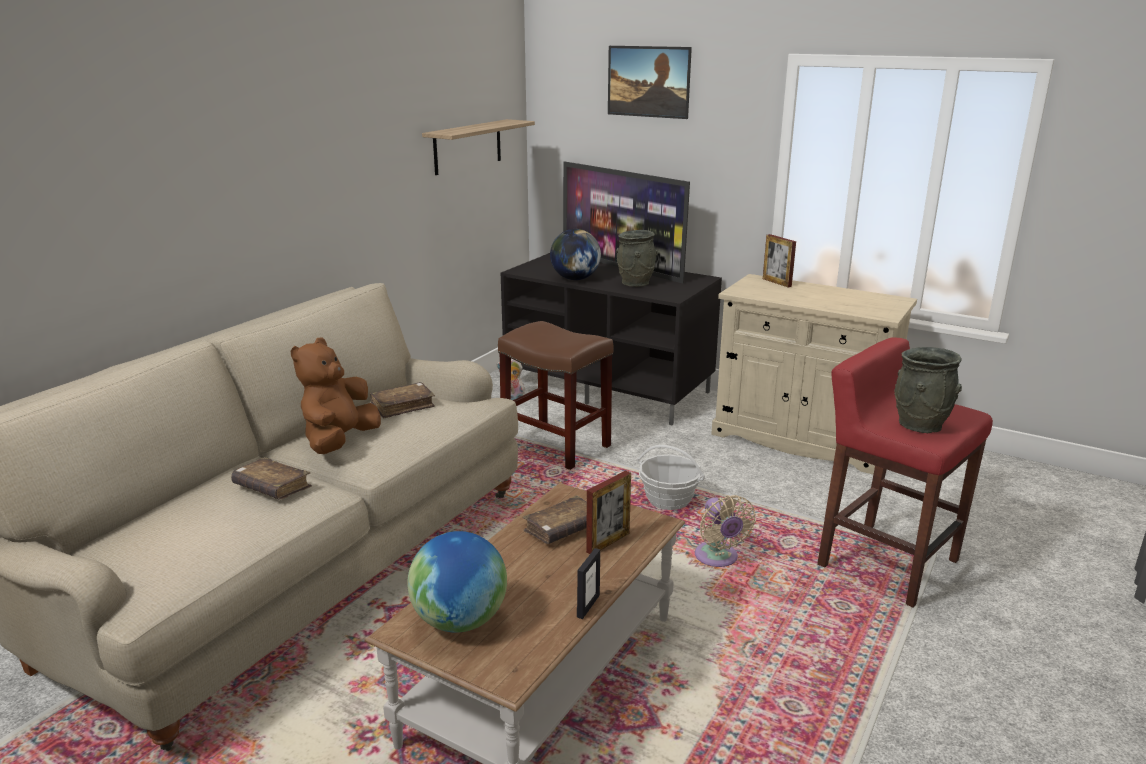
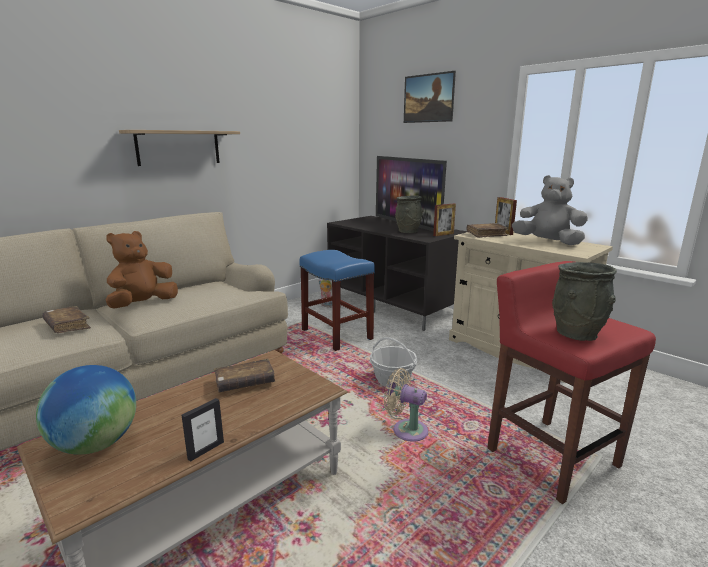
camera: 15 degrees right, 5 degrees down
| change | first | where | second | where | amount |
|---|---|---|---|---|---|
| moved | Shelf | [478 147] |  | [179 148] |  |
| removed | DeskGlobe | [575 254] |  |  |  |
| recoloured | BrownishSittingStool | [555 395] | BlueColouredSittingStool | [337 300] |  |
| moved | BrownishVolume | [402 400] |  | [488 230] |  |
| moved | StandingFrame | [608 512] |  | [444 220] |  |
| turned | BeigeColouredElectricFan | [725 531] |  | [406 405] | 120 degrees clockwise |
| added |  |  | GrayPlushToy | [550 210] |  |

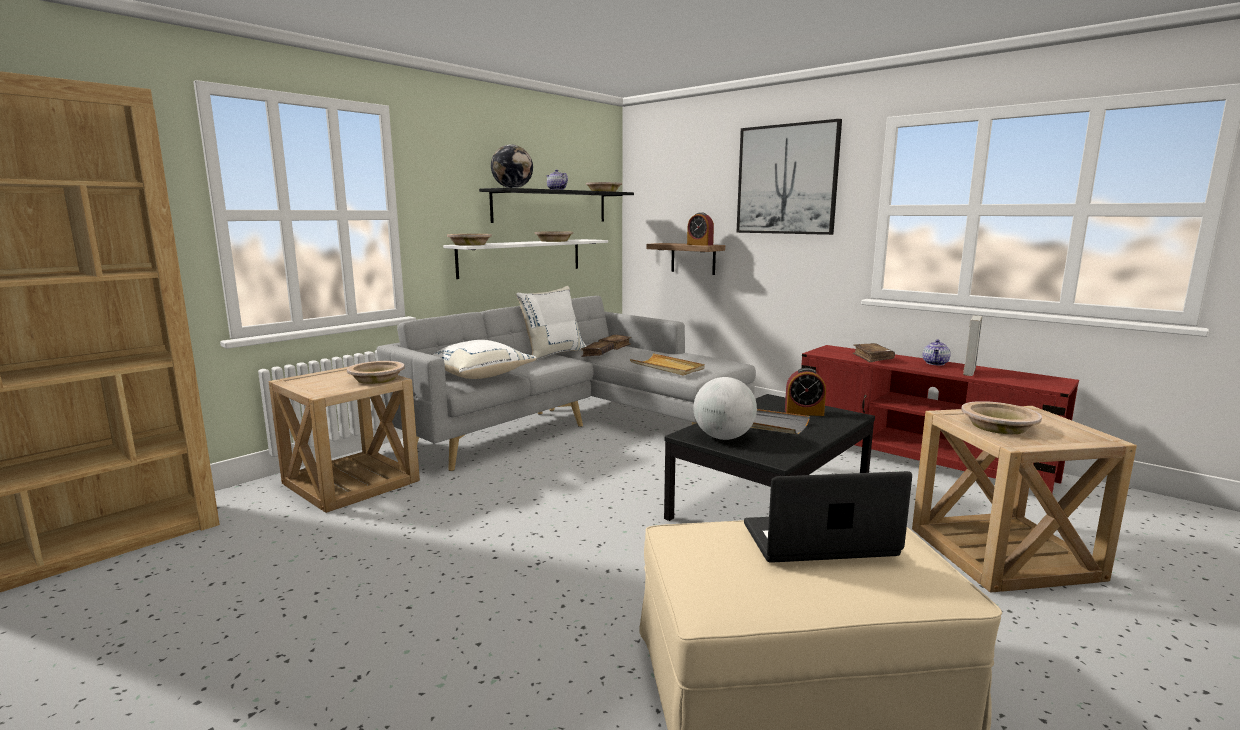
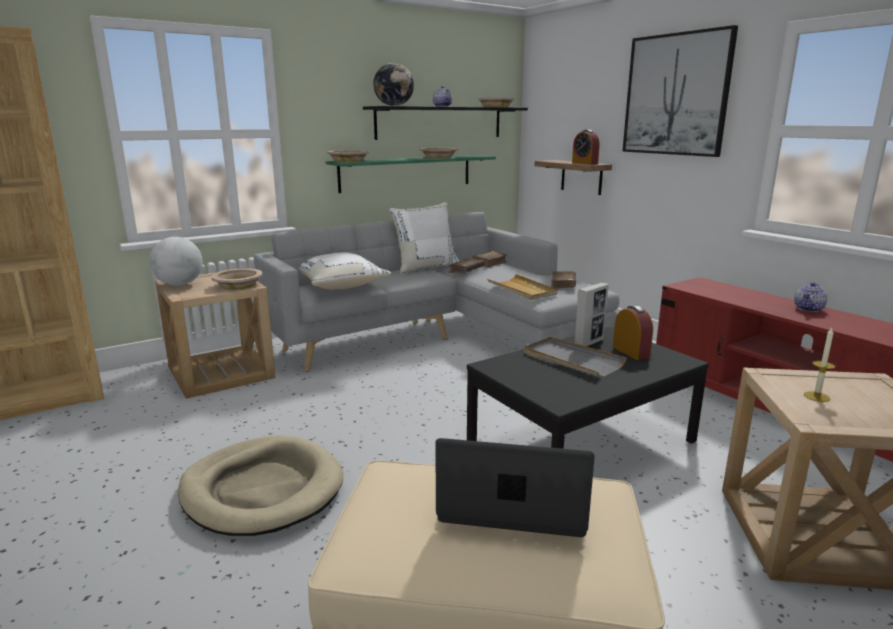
camera: 15 degrees right, 5 degrees up
| change | first | where | second | where | amount |
|---|---|---|---|---|---|
| recoloured | WhiteColouredShelf | [525 259] | GreenishShelf | [411 174] |  |
| moved | StandingFrame | [972 345] |  | [591 315] |  |
| moved | BrownishVolume | [874 352] |  | [563 280] |  |
| turned | TableClock | [805 392] |  | [633 332] | 135 degrees counterclockwise |
| moved | DeskGlobe | [725 408] |  | [176 261] |  |
| replaced | BeigeColouredDeepDish | [1001 417] | Candle | [819 365] |  |
| added |  |  | BeigeColouredPetBed | [260 485] |  |

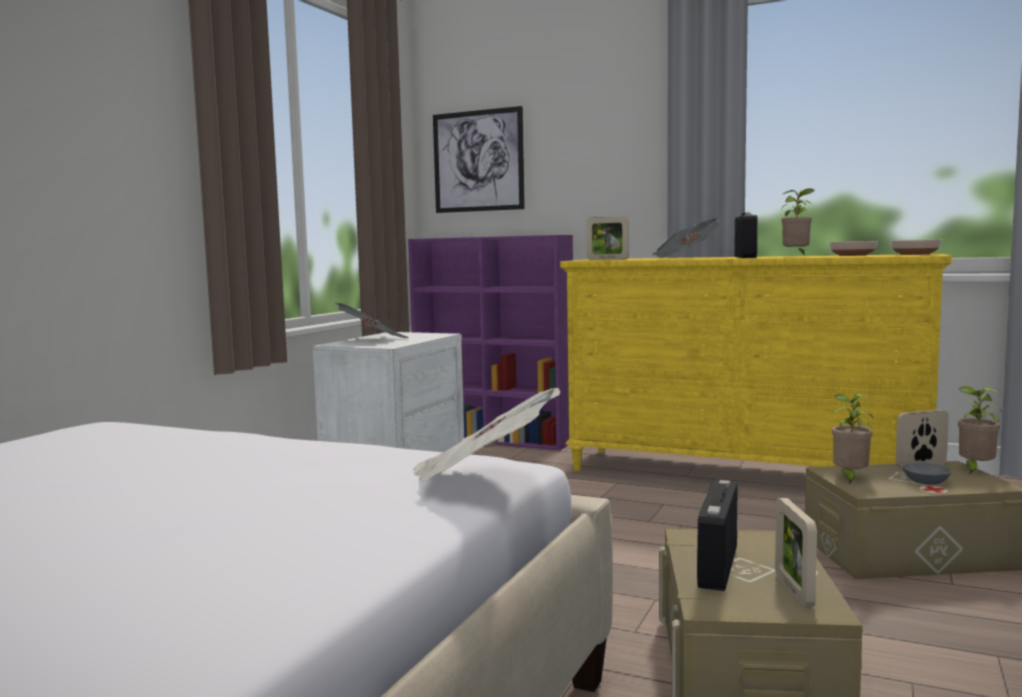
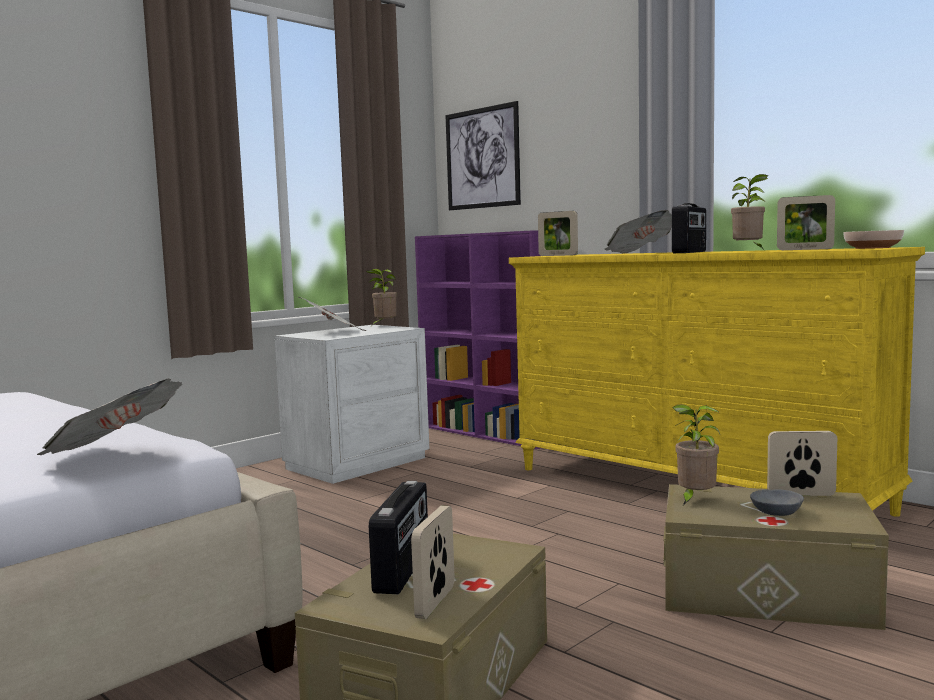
camera: 20 degrees right, 0 degrees up
| change | first | where | second | where | amount |
|---|---|---|---|---|---|
| replaced | DeepDish | [853 248] | StandingFrame | [806 222] |  |
| moved | PottedPlant | [980 430] |  | [381 297] |  |
| turned | Radio | [717 535] |  | [398 537] | 150 degrees clockwise |

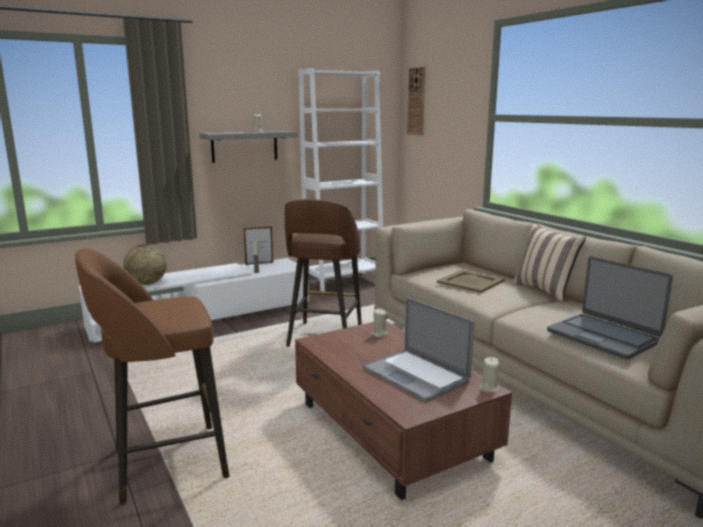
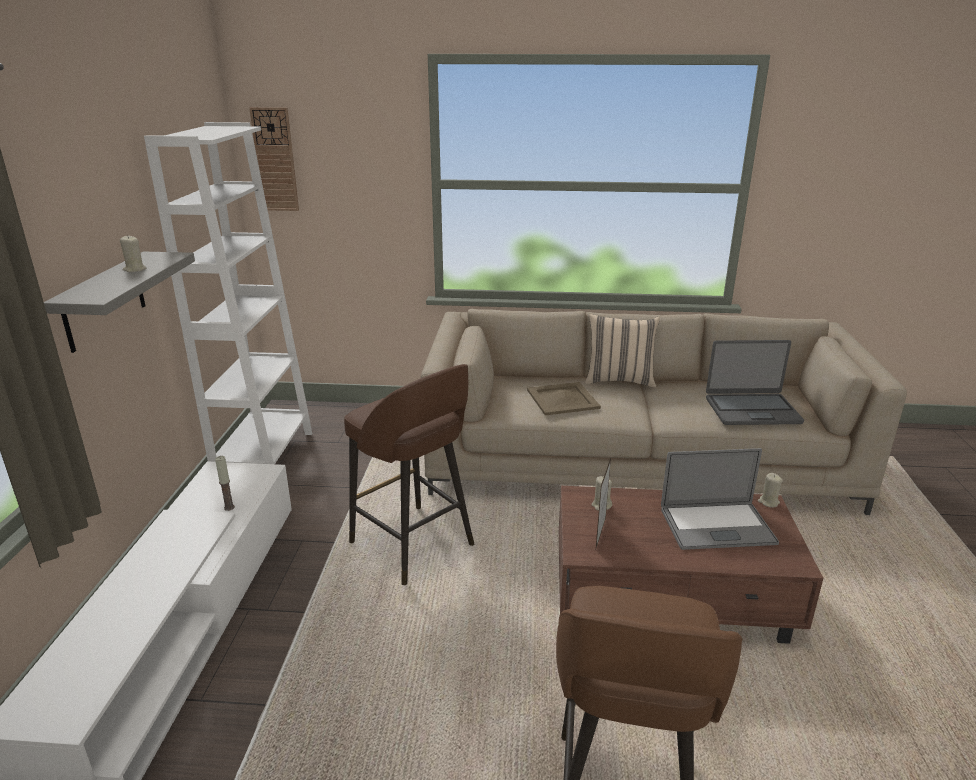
camera: 55 degrees left, 10 degrees up
| change | first | where | second | where | amount |
|---|---|---|---|---|---|
| moved | StandingFrame | [258 245] |  | [603 502] |  |
| removed | DeskGlobe | [145 264] |  |  |  |

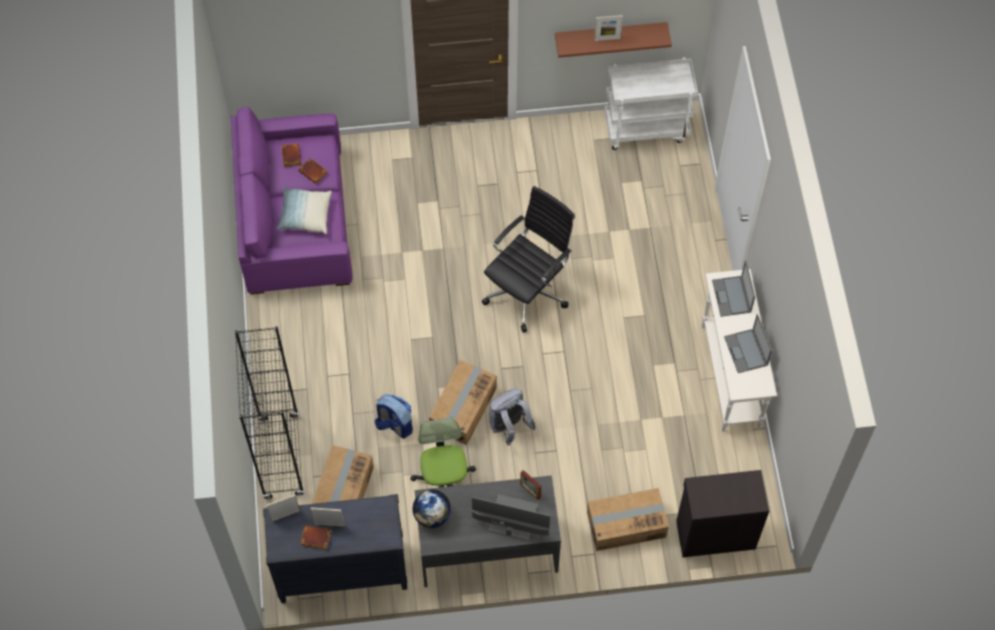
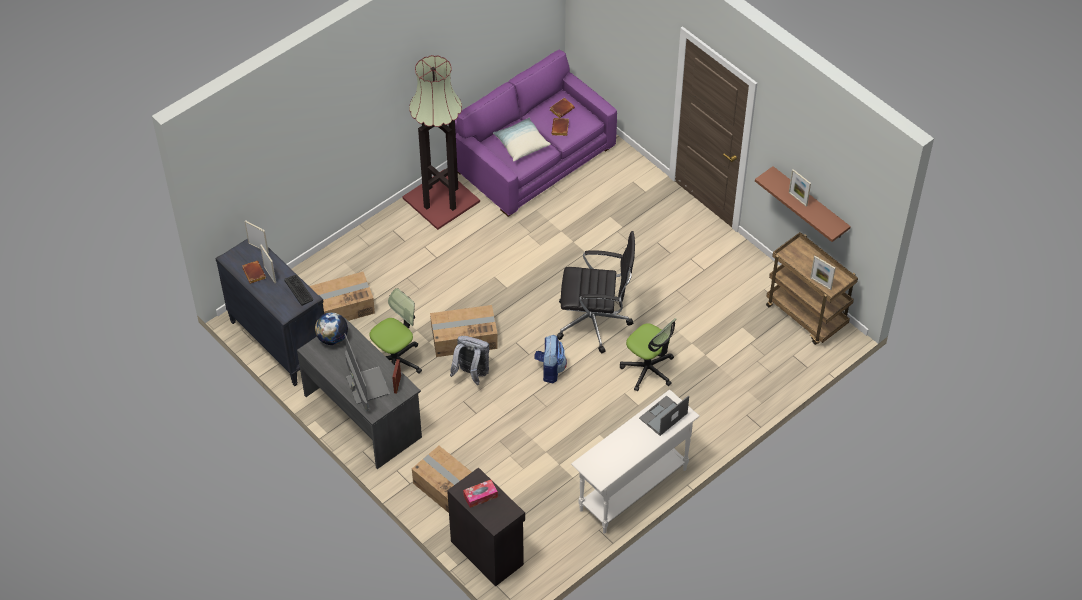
camera: 55 degrees right, 10 degrees down
| change | first | where | second | where | amount |
|---|---|---|---|---|---|
| recoloured | WhiteColouredWheeledCart | [651 104] | BrownishWheeledCart | [812 288] |  |
| removed | NotebookComputer | [748 343] |  |  |  |
| removed | BlackShelvingUnit | [270 412] |  |  |  |
| moved | Rucksack | [394 416] |  | [550 359] |  |
| added |  |  | FloorLamp | [441 142] |  |
| added |  |  | StandingFrame | [823 273] |  |
| added |  |  | PcKeyboard | [298 290] |  |
| added |  |  | OfficeChair | [648 354] |  |
| added |  |  | BoxOfTissues | [480 494] |  |

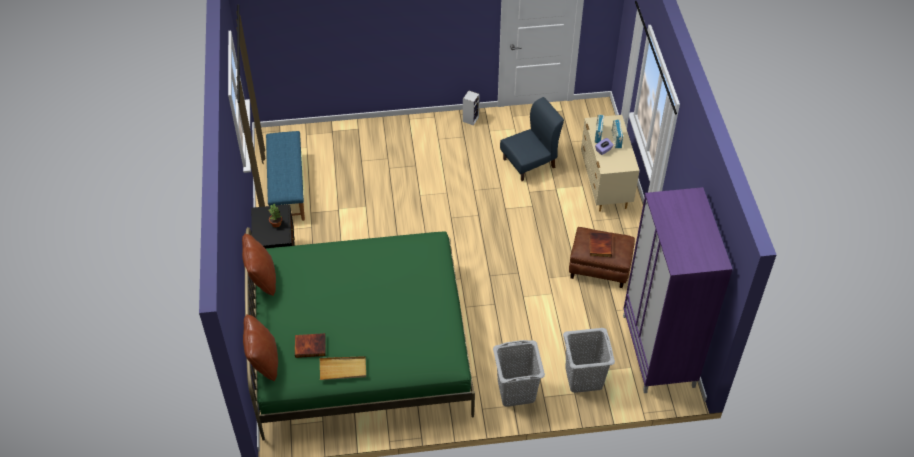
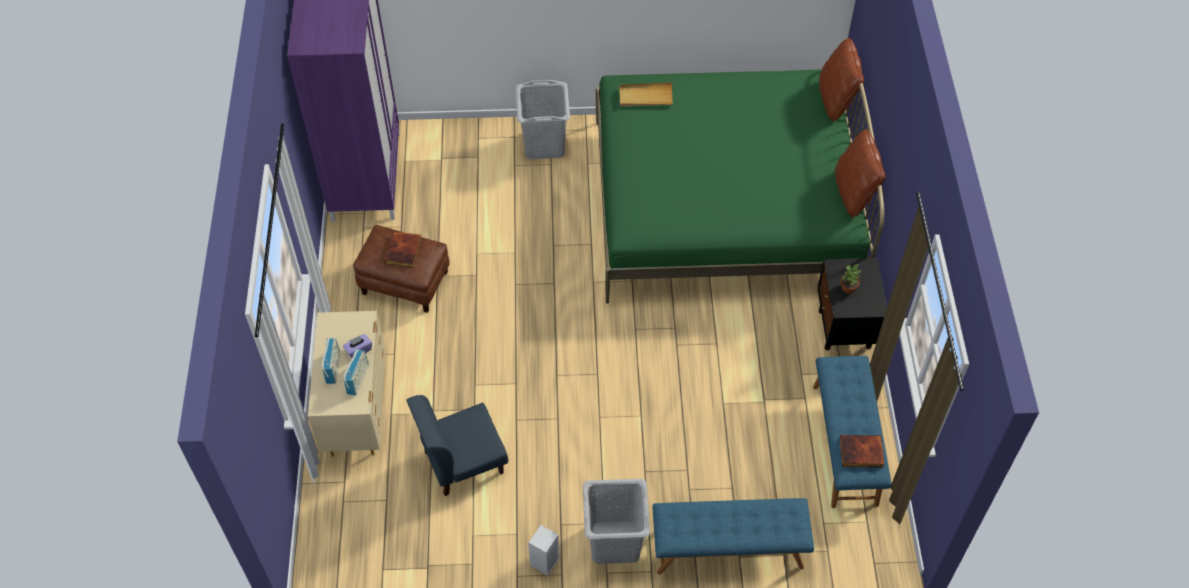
camera: 175 degrees left, 5 degrees up
| change | first | where | second | where | amount |
|---|---|---|---|---|---|
| moved | GrayLaundryBasket | [589 360] |  | [616 521] |  |
| moved | Volume | [310 345] |  | [862 451] |  |
| moved | BeigeColouredServingTray | [342 368] |  | [646 95] |  |
| added |  |  | BlueColouredLongSeat | [733 536] |  |

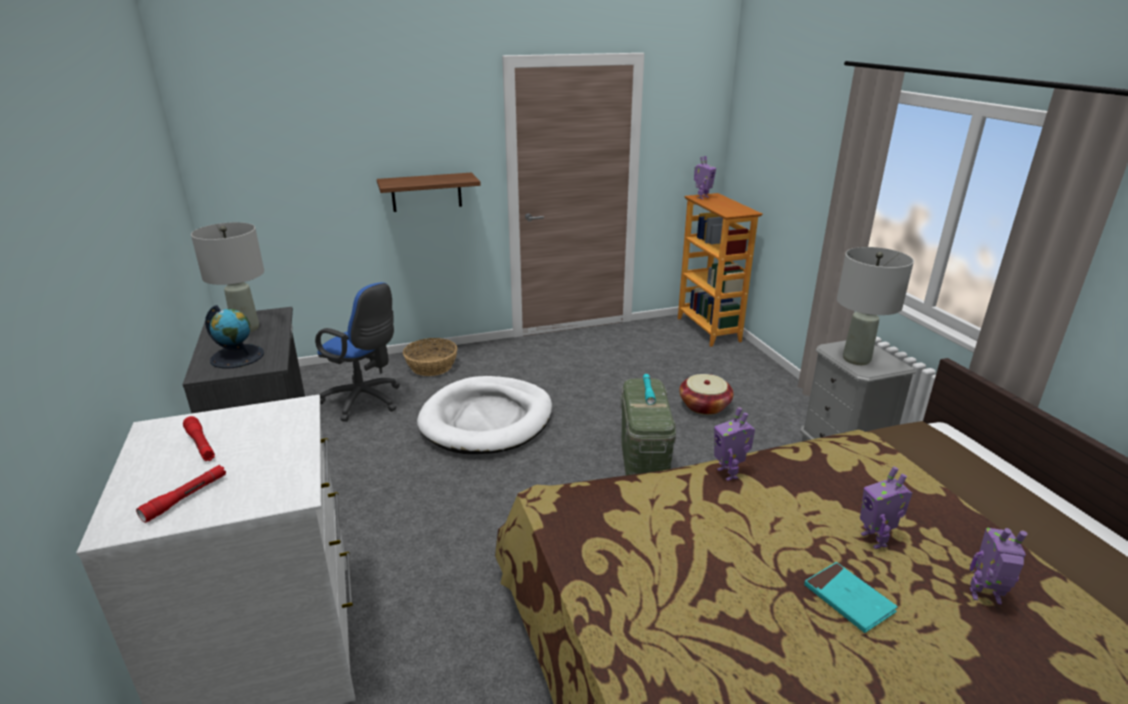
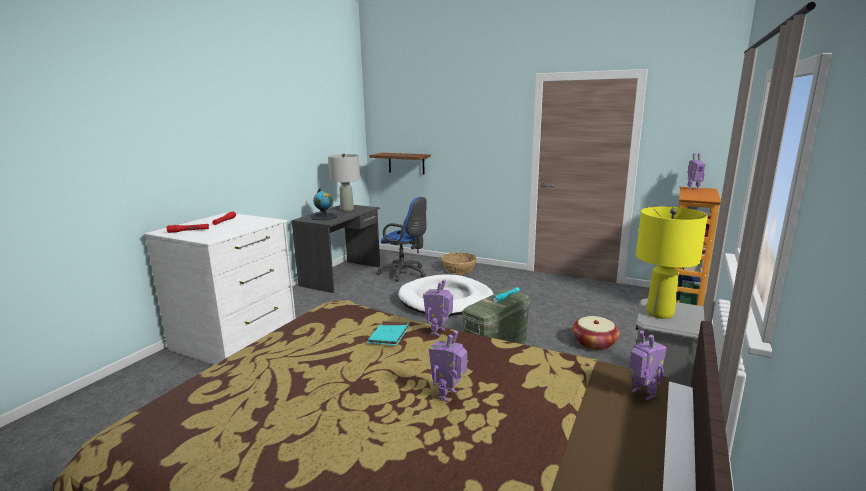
camera: 45 degrees right, 10 degrees down
| change | first | where | second | where | amount |
|---|---|---|---|---|---|
| moved | Shelf | [429 192] |  | [400 163] |  |
| recoloured | GrayTableLamp | [875 306] | YellowColouredTableLamp | [672 263] |  |
| turned | BlueColouredOfficeChair | [357 352] |  | [401 239] | 45 degrees counterclockwise |
| moved | RobotFigure | [998 566] |  | [648 366] |  |
| moved | TurquoiseColouredVolume | [851 597] |  | [388 333] |  |

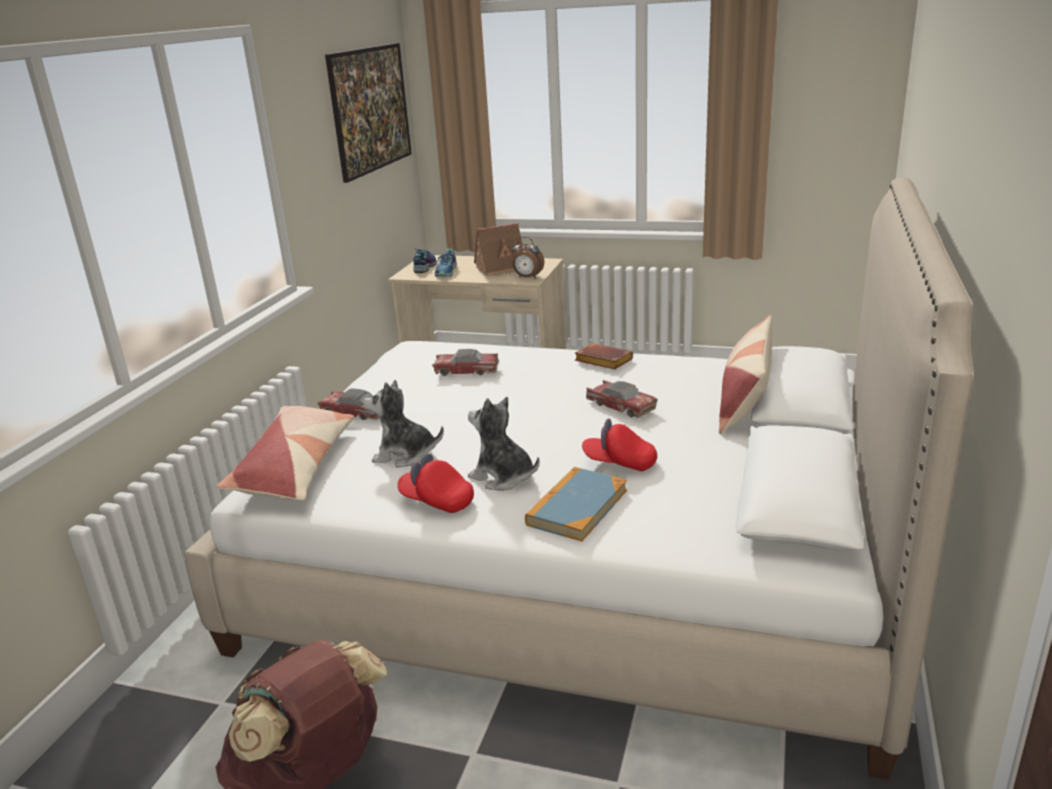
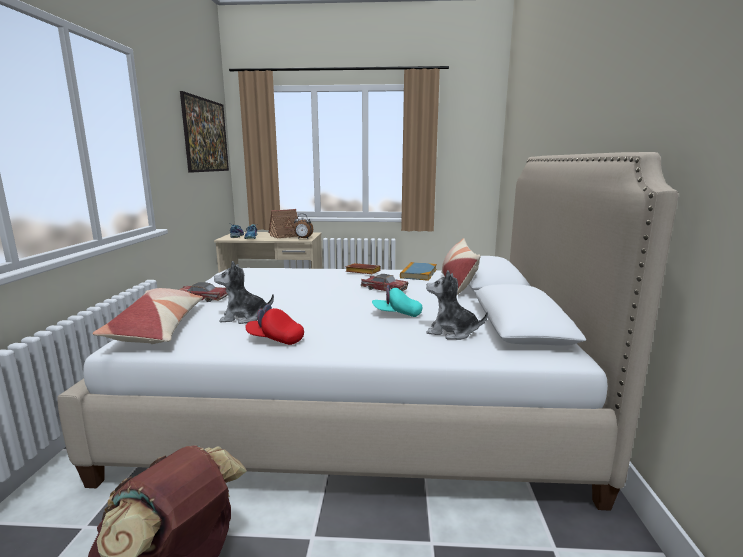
camera: 15 degrees left, 10 degrees down
| change | first | where | second | where | amount |
|---|---|---|---|---|---|
| removed | ToyCar | [465 362] |  |  |  |
| moved | PlushToy | [503 444] |  | [457 305] |  |
| recoloured | RedCap | [619 444] | TurquoiseColouredCap | [397 301] |  |
| moved | Volume | [576 504] |  | [418 271] |  |

